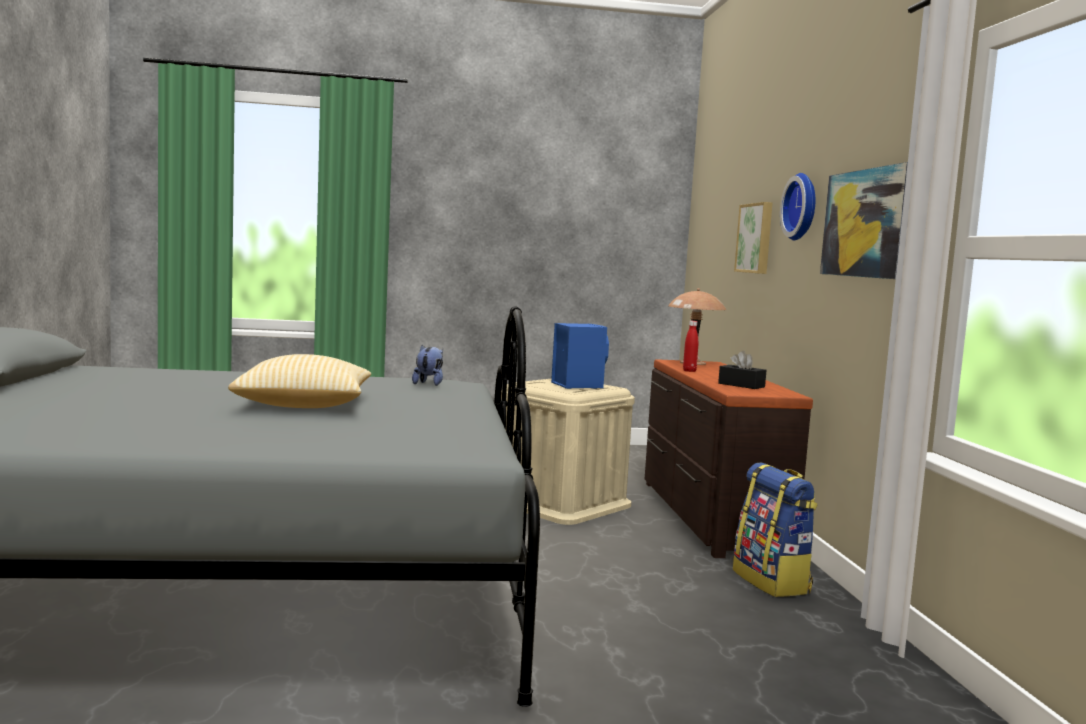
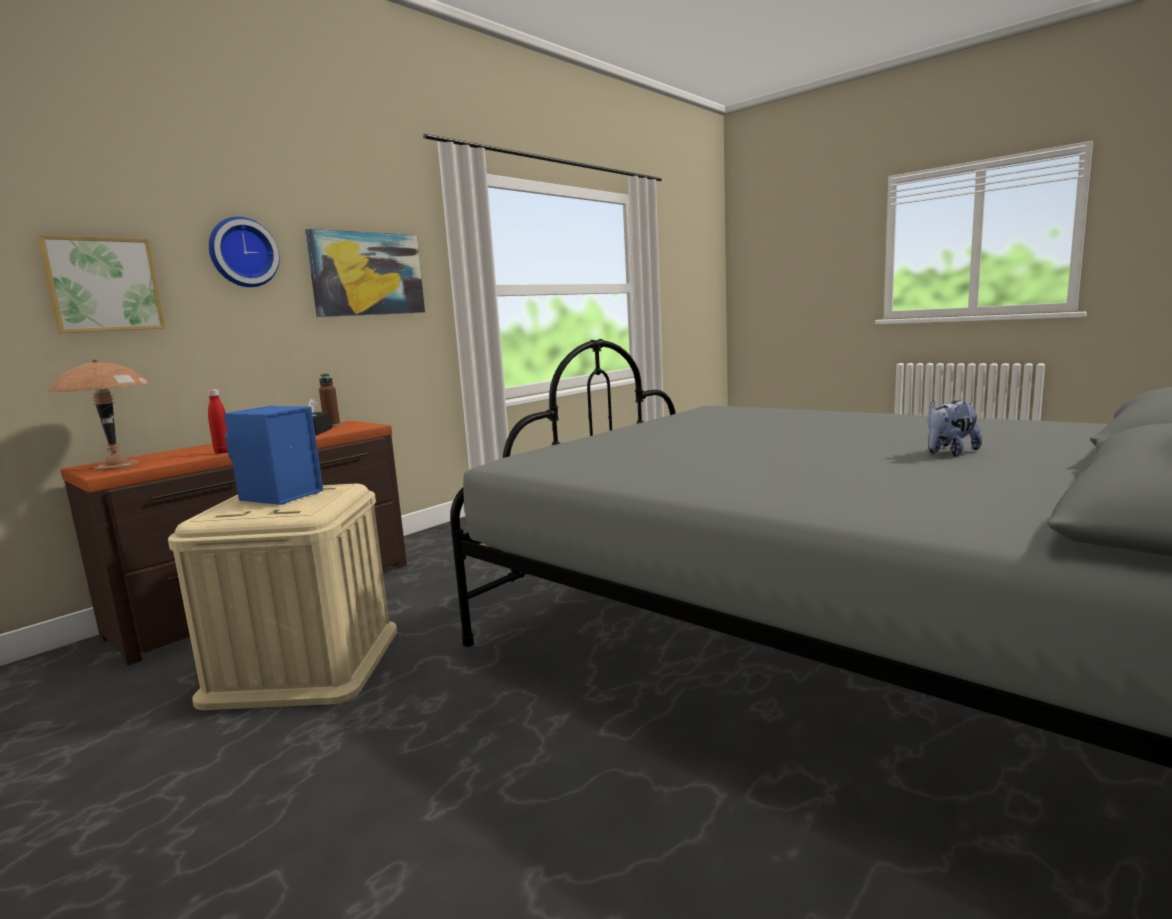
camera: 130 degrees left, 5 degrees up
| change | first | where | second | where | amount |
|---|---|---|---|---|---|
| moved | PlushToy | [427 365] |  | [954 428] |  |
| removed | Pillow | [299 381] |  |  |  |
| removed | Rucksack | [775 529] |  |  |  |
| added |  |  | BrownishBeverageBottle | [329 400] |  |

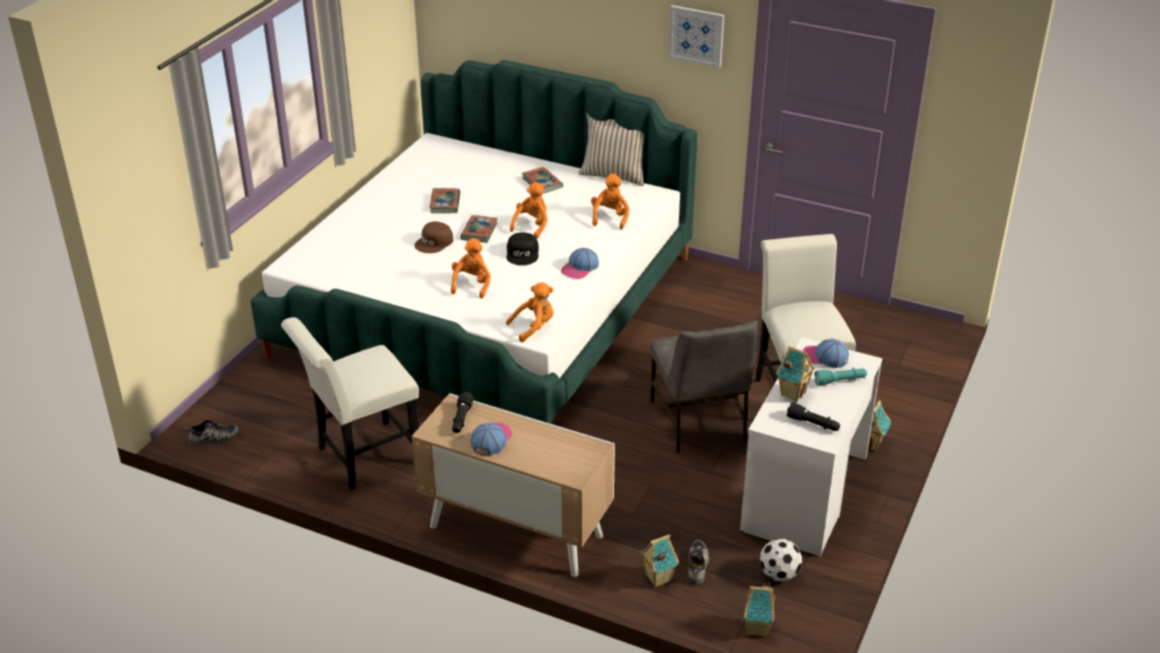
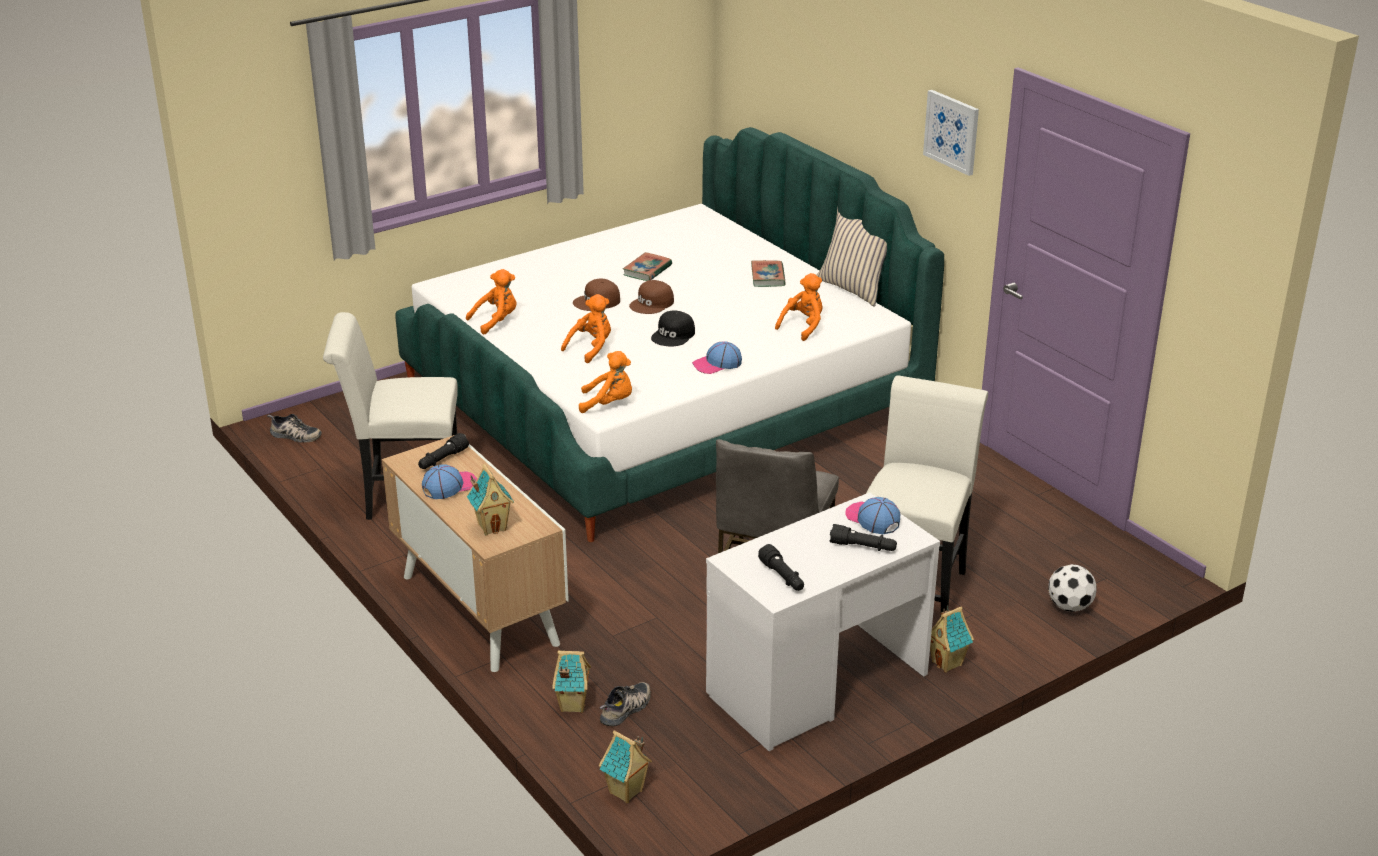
camera: 30 degrees right, 5 degrees down
| change | first | where | second | where | amount |
|---|---|---|---|---|---|
| moved | OrangeyPlushToy | [529 210] |  | [491 302] |  |
| replaced | Volume | [479 229] | BrownishCap | [651 297] |  |
| moved | ToyHouse | [795 374] |  | [490 500] |  |
| recoloured | TurquoiseColouredHandTorch | [840 376] | BlackHandTorch | [863 537] |  |
| moved | Football | [781 559] |  | [1072 588] |  |

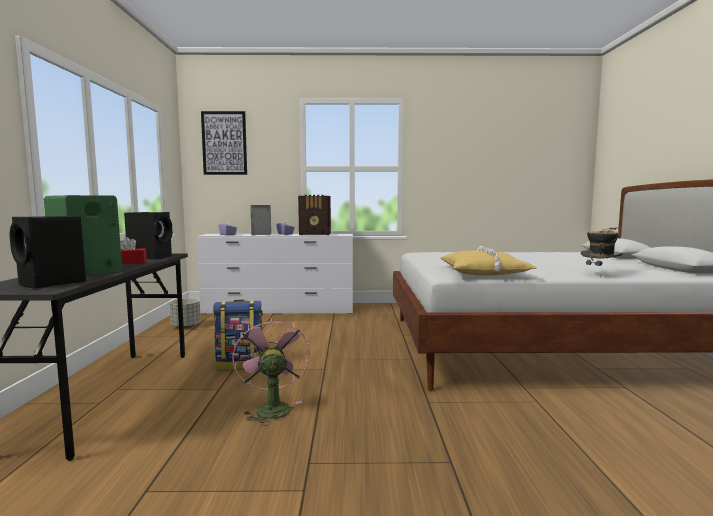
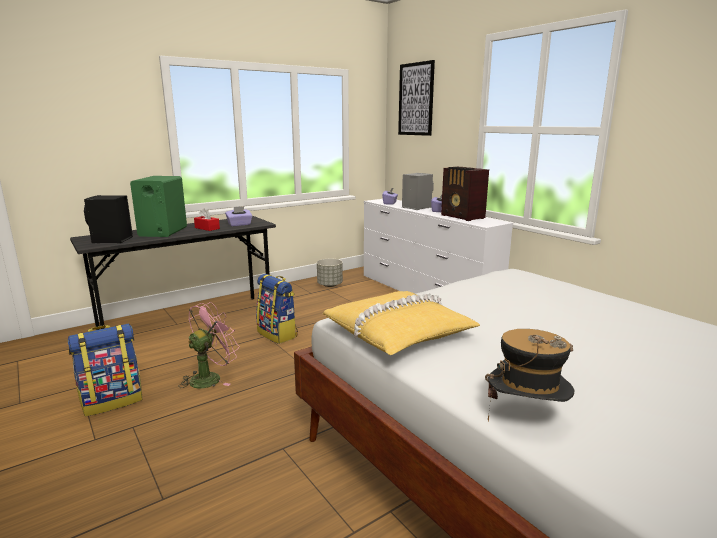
camera: 55 degrees right, 10 degrees up
| change | first | where | second | where | amount |
|---|---|---|---|---|---|
| replaced | BlackLoudspeaker | [148 236] | PurpleBoxOfTissues | [238 216] |  |
| added |  |  | Rucksack | [105 370] |  |

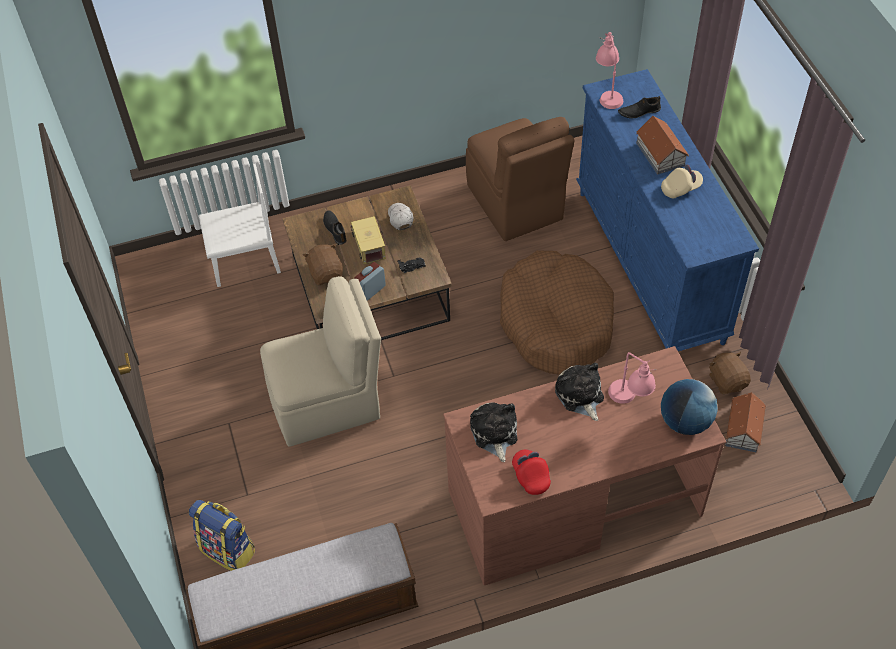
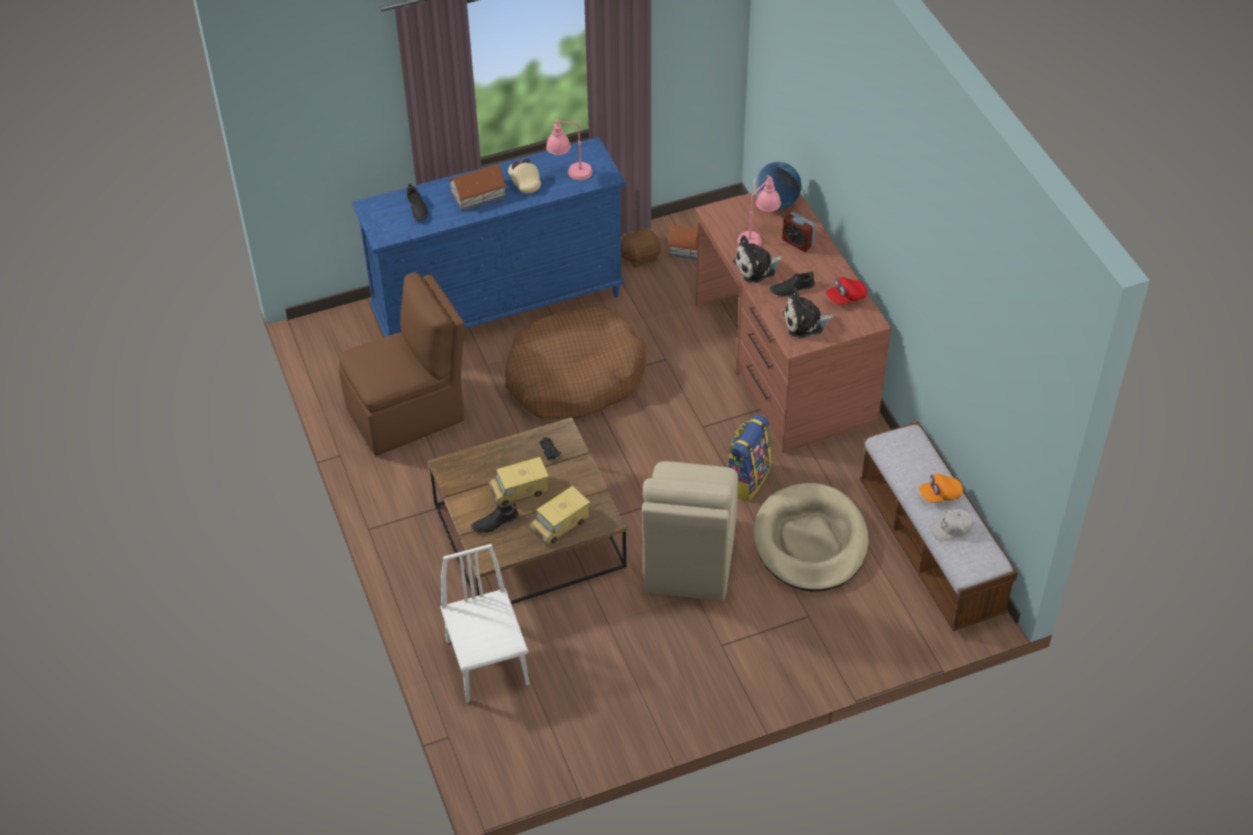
camera: 95 degrees left, 5 degrees down
| change | first | where | second | where | amount |
|---|---|---|---|---|---|
| moved | PinkishTableLamp | [609 70] |  | [569 149] |  |
| moved | WhiteColouredCap | [400 216] |  | [951 525] |  |
| replaced | BrownishPlushToy | [323 264] | ToyTruck | [560 516] |  |
| moved | TableClock | [370 281] |  | [799 232] |  |
| turned | BeigeColouredUprightChair | [320 361] |  | [690 530] | 150 degrees counterclockwise |
| moved | Rucksack | [222 535] |  | [749 457] |  |
| added |  |  | BlackItemOfFootwear | [792 283] |  |
| added |  |  | OrangeyCap | [941 488] |  |
| added |  |  | BeigeColouredPetBed | [811 537] |  |

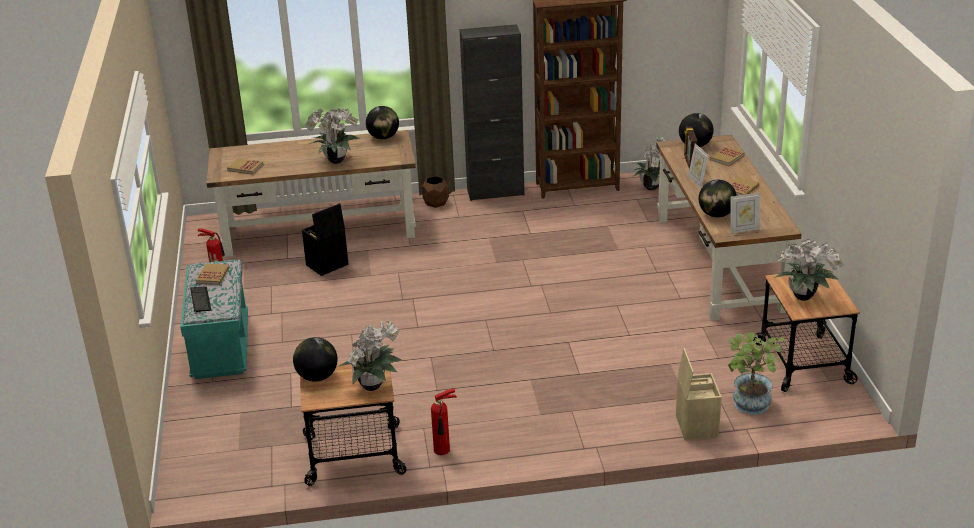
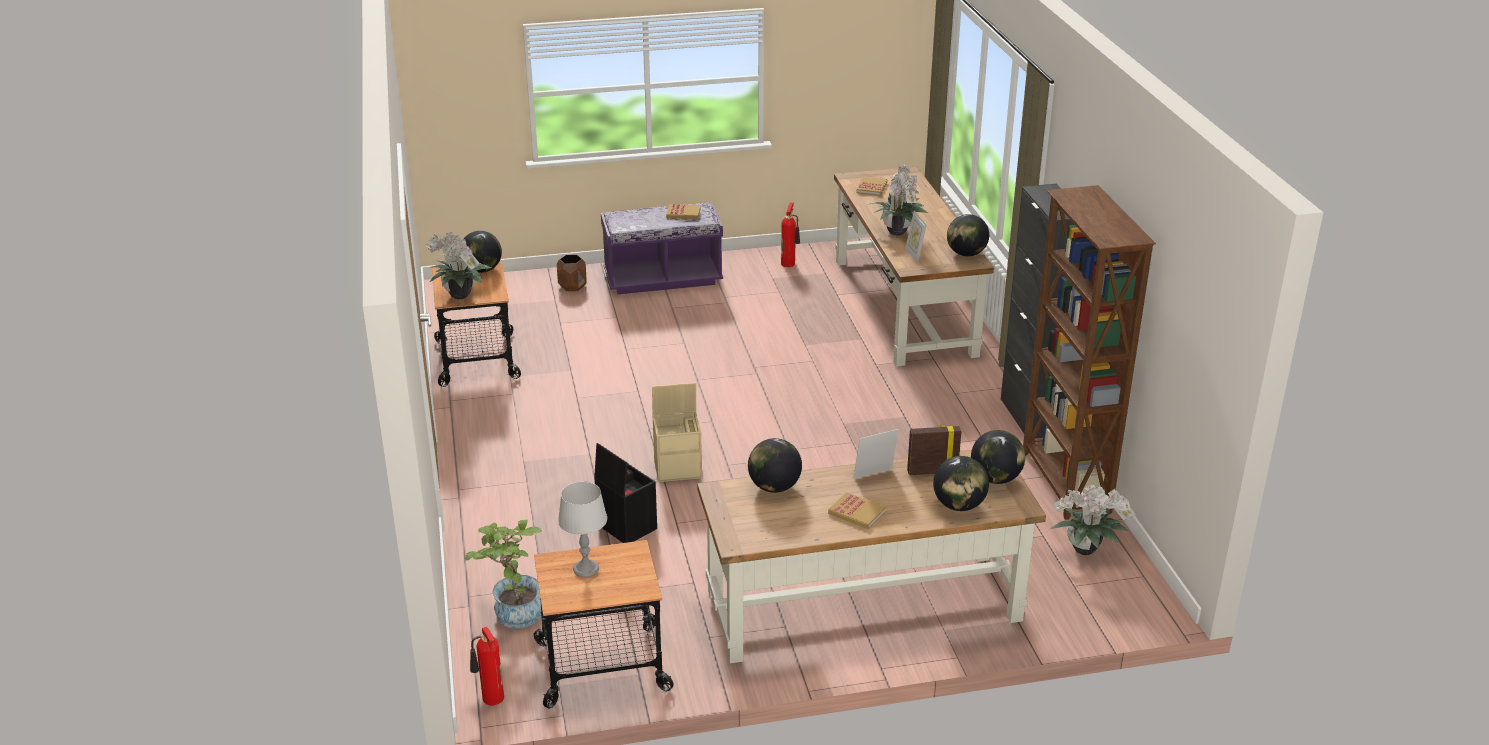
camera: 85 degrees right, 0 degrees up
| change | first | where | second | where | amount |
|---|---|---|---|---|---|
| replaced | Volume | [727 156] | DeskGlobe | [961 483] |  |
| moved | BrownishPlantPot | [435 192] |  | [572 273] |  |
| moved | StandingFrame | [745 213] |  | [916 236] |  |
| moved | BlackStorageContainer | [325 239] |  | [625 493] |  |
| replaced | PottedPlant | [809 270] | GrayTableLamp | [582 530] |  |
| recoloured | TurquoiseColouredLongSeat | [214 319] | PurpleLongSeat | [662 248] |  |
| removed | PcKeyboard | [201 299] |  |  |  |
| moved | BeigeColouredStorageContainer | [699 394] |  | [677 432] |  |
| moved | FireExtinguisher | [444 421] |  | [487 666] |  |

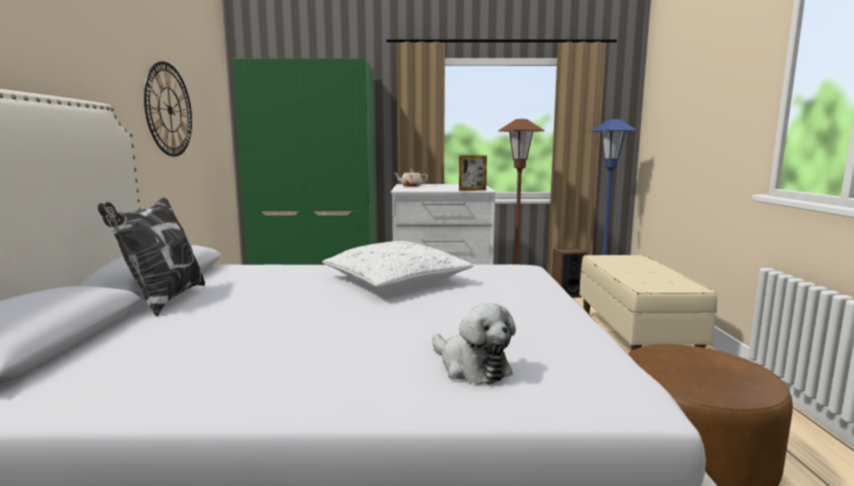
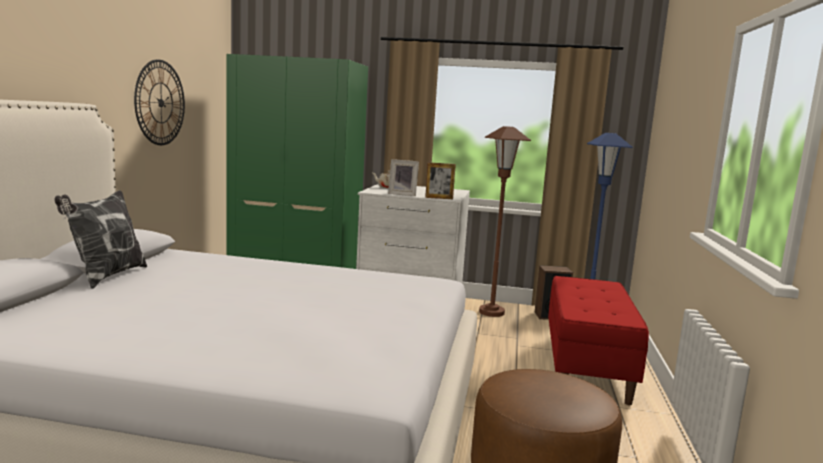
camera: 10 degrees right, 0 degrees up
| change | first | where | second | where | amount |
|---|---|---|---|---|---|
| removed | WhiteColouredPillow | [398 265] |  |  |  |
| recoloured | BeigeColouredLongSeat | [648 303] | RedLongSeat | [598 340] |  |
| removed | PlushToy | [474 344] |  |  |  |
| added |  |  | StandingFrame | [403 177] |  |

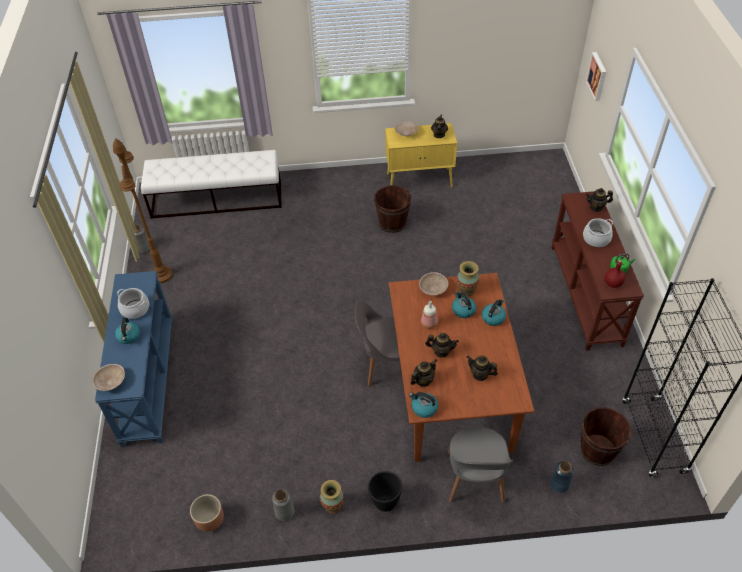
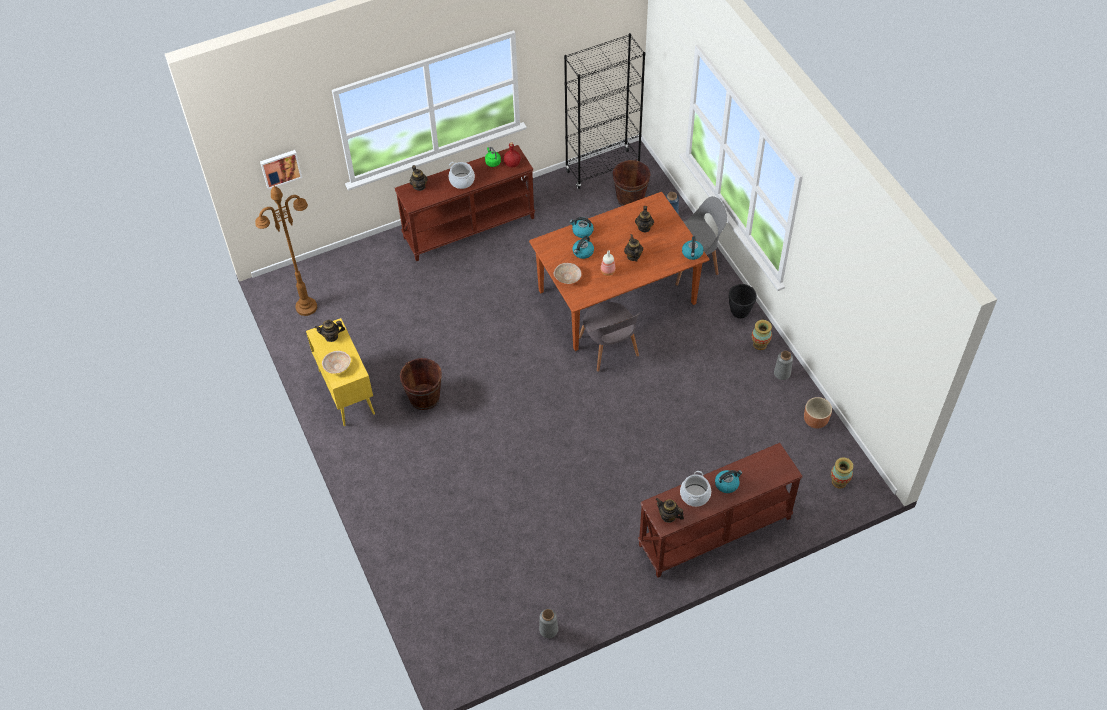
camera: 110 degrees left, 5 degrees up
| change | first | where | second | where | amount |
|---|---|---|---|---|---|
| moved | BrownishFloorLamp | [143 210] |  | [286 251] |  |
| removed | WhiteColouredLongSeat | [211 184] |  |  |  |
| moved | DecorativeVase | [468 279] |  | [842 473] |  |
| recoloured | BlueColouredNarrowTable | [134 359] | BrownishNarrowTable | [720 510] |  |
| moved | Teapot | [423 373] |  | [670 510] |  |
| removed | BeigeColouredDeepDish | [108 377] |  |  |  |

